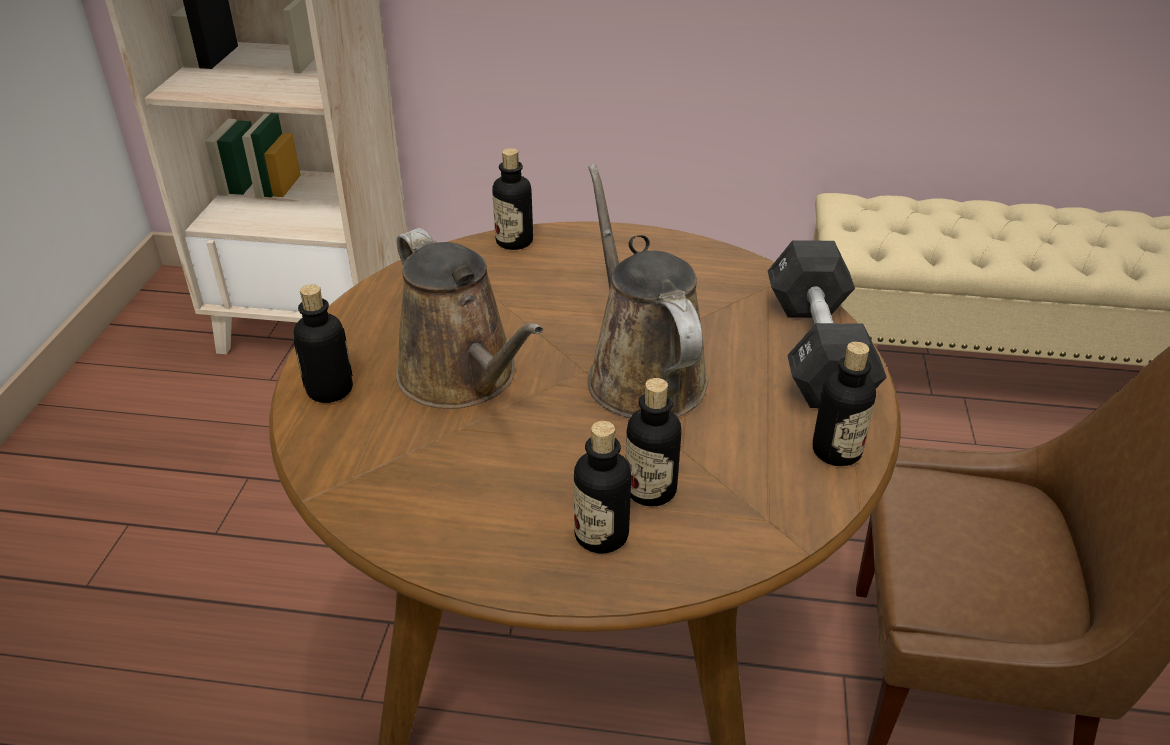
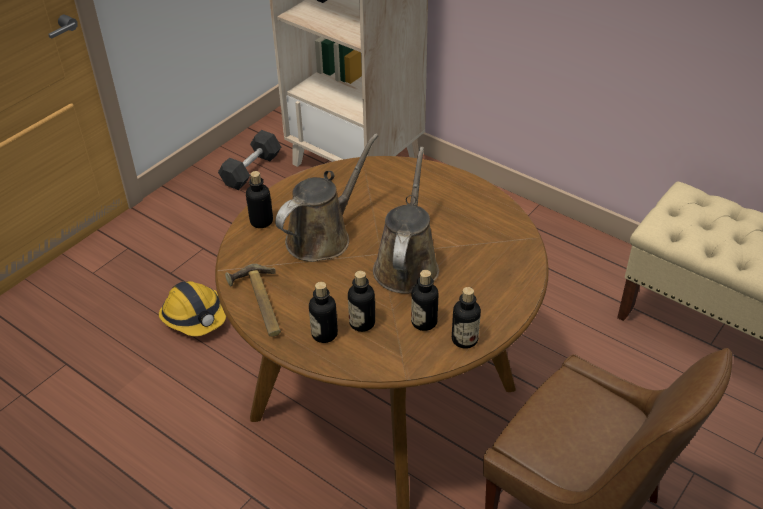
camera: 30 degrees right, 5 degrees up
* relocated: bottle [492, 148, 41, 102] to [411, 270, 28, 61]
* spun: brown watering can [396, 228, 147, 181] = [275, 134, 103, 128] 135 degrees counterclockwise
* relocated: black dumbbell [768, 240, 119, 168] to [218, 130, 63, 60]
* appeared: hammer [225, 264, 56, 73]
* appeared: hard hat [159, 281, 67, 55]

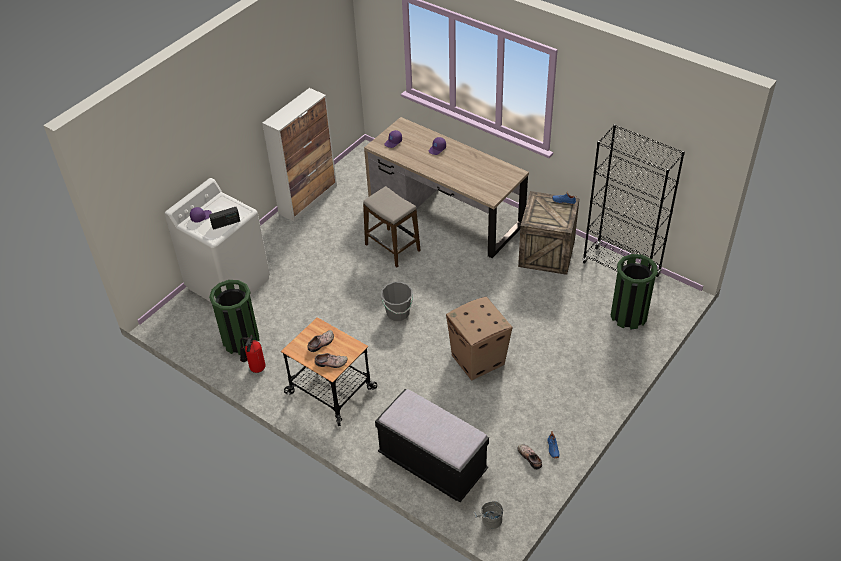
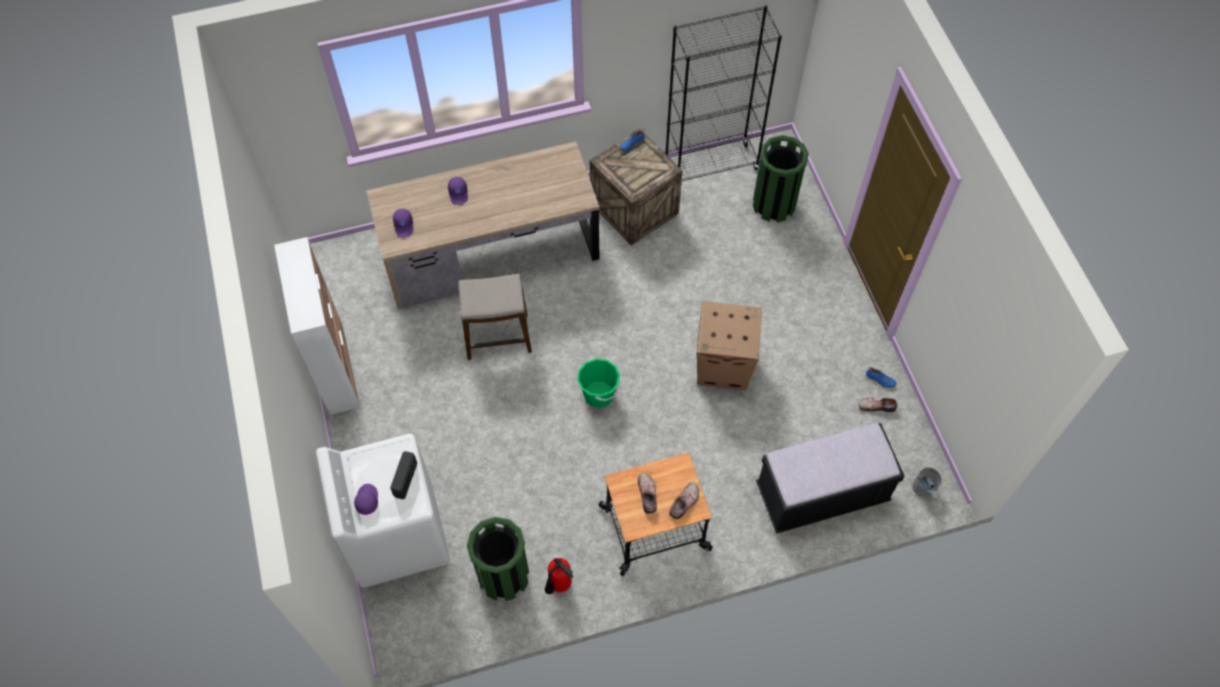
camera: 55 degrees left, 15 degrees up
* colour: grey bucket [381, 282, 33, 39] to green bucket [577, 358, 43, 50]

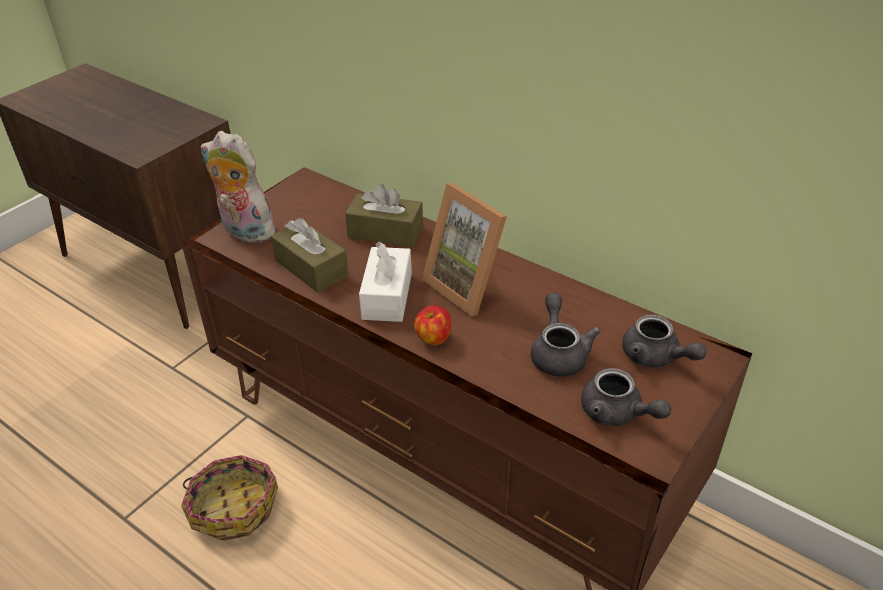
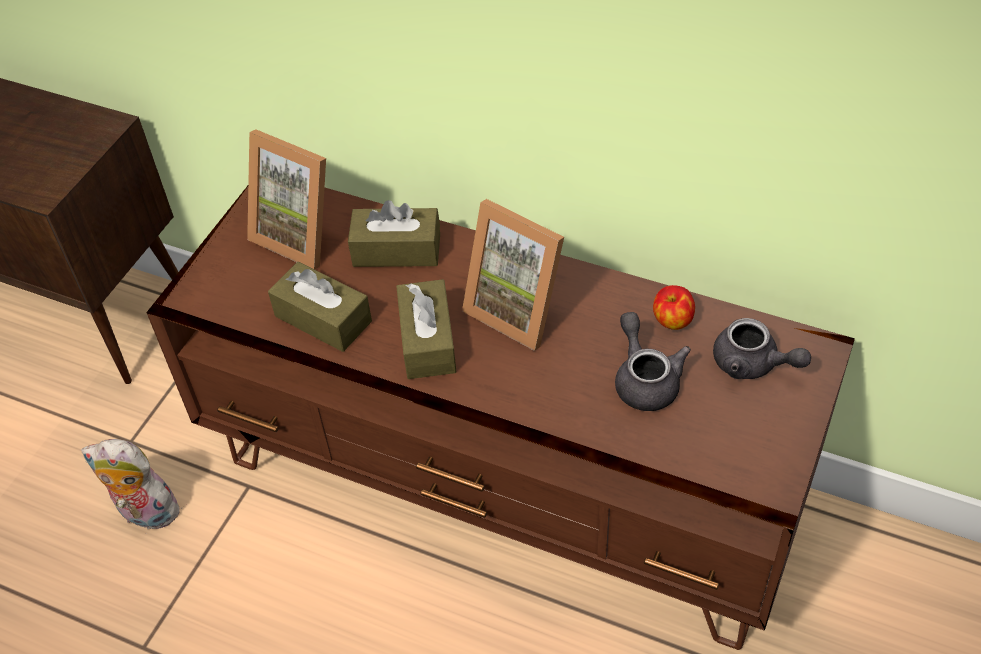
camera: 10 degrees left, 10 degrees up
* relocated: plush toy [201, 131, 74, 112] to [81, 439, 102, 91]
* colour: white tissue box [359, 242, 53, 80] to brown tissue box [396, 279, 60, 100]
* relocated: apple [414, 306, 38, 39] to [653, 285, 42, 45]
* missing: grey teapot [581, 368, 90, 58]
* missing: basket [181, 455, 97, 86]
* appeared: picture frame [247, 129, 79, 140]

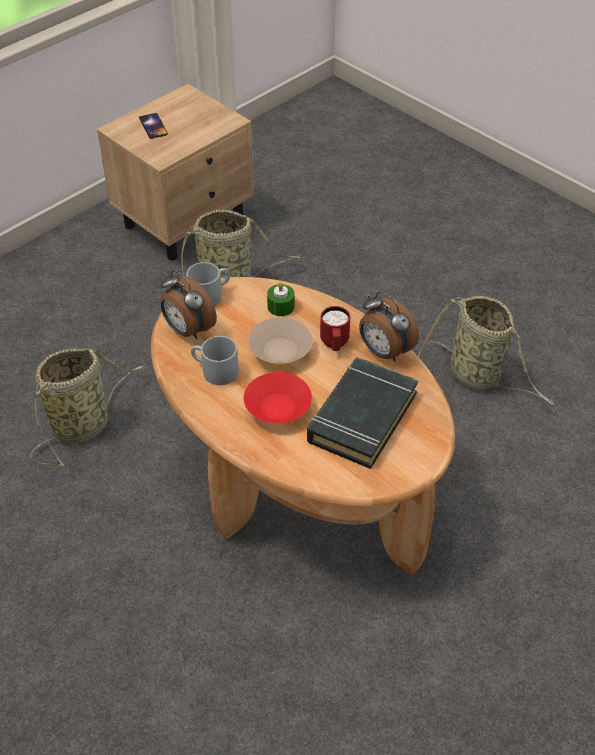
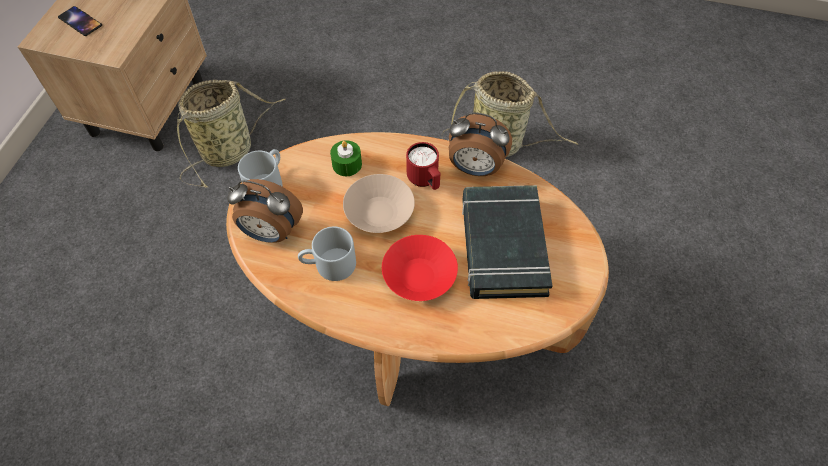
camera: 30 degrees left, 10 degrees up
* missing: basket [30, 348, 114, 118]

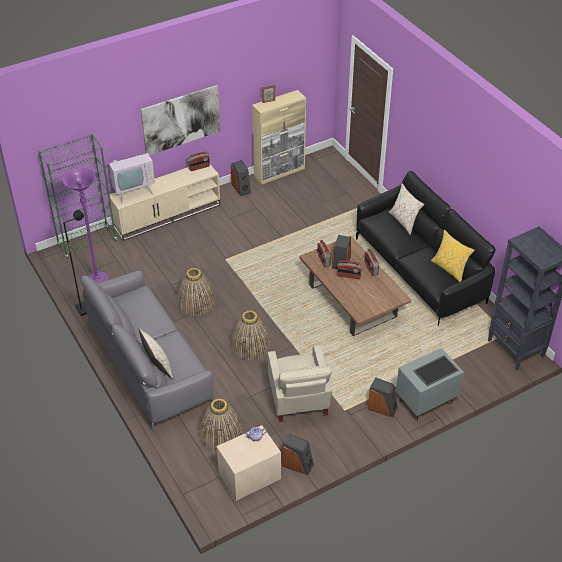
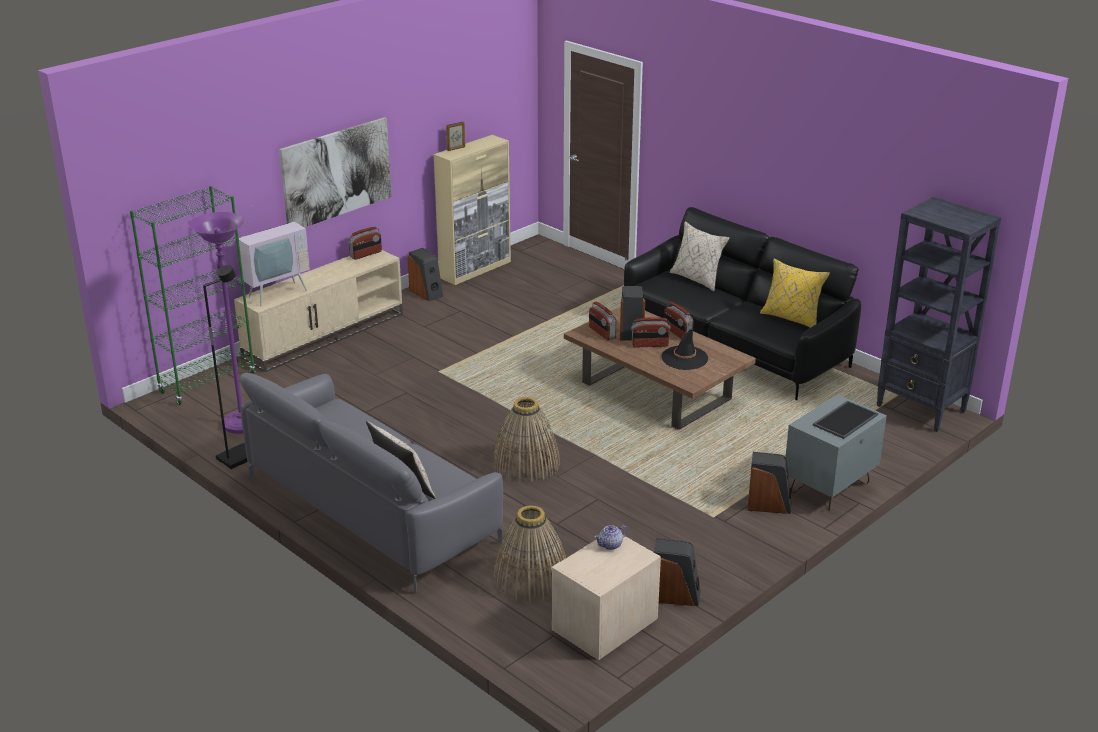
camera: 15 degrees left, 15 degrees down
* missing: basket [177, 268, 39, 49]
* missing: beige armchair [268, 345, 64, 77]
* appeared: black hat [661, 329, 47, 41]

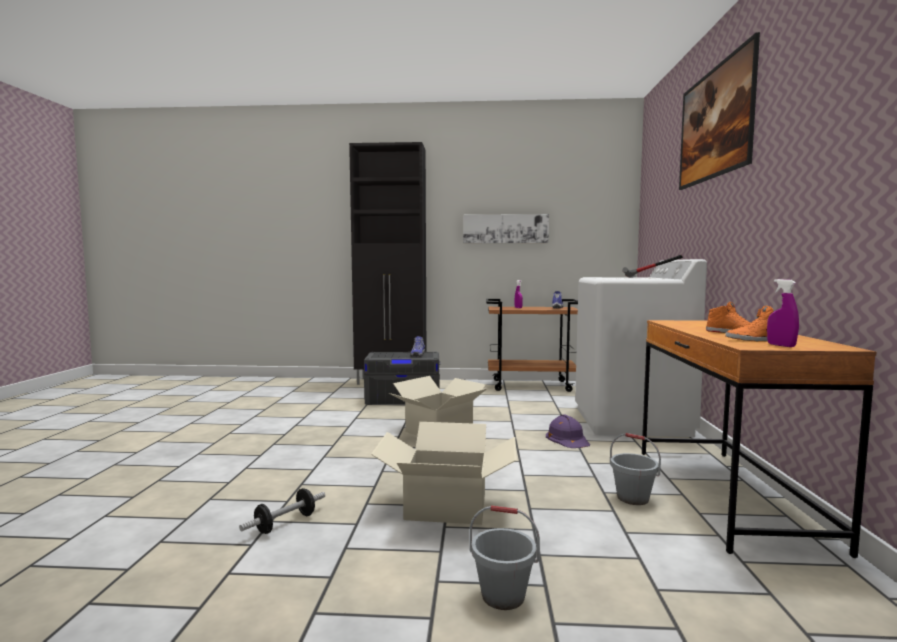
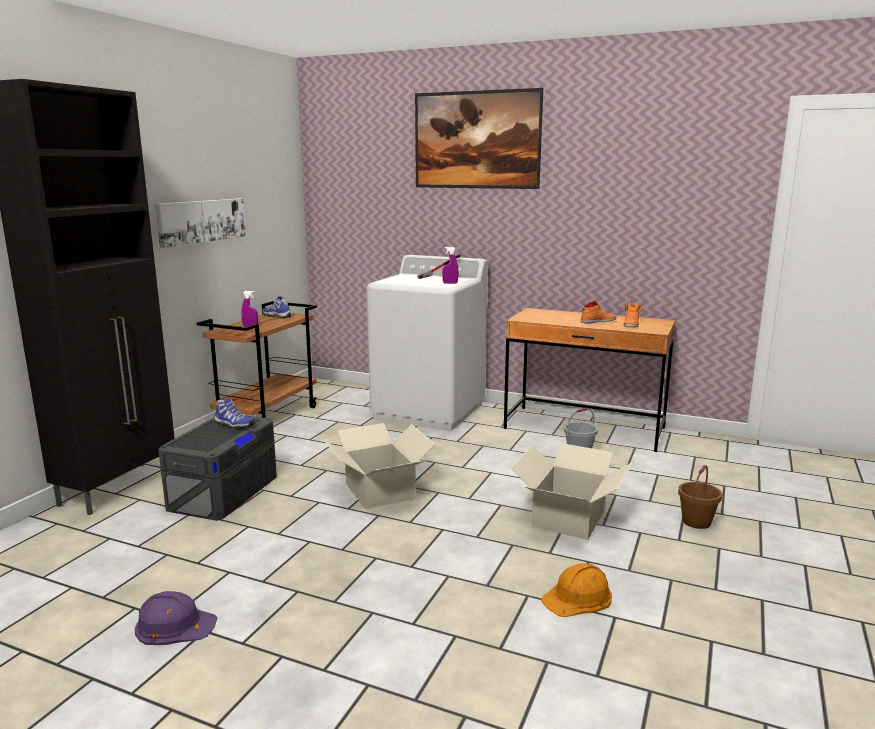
camera: 70 degrees left, 10 degrees up
* relocated: purple spray bottle [767, 279, 32, 68] to [442, 247, 17, 37]
* relocated: purple hard hat [546, 415, 44, 33] to [135, 591, 83, 54]
* exchanged: dumbbell [239, 488, 86, 46] to orange hard hat [541, 563, 71, 54]
* colour: grey bucket [469, 505, 71, 105] to brown bucket [678, 465, 44, 64]

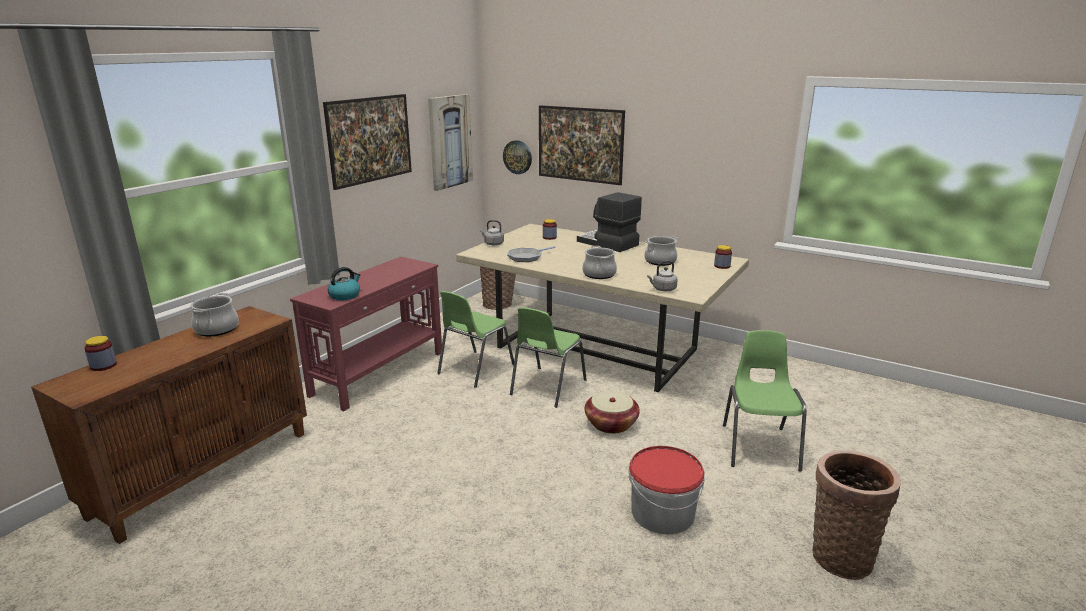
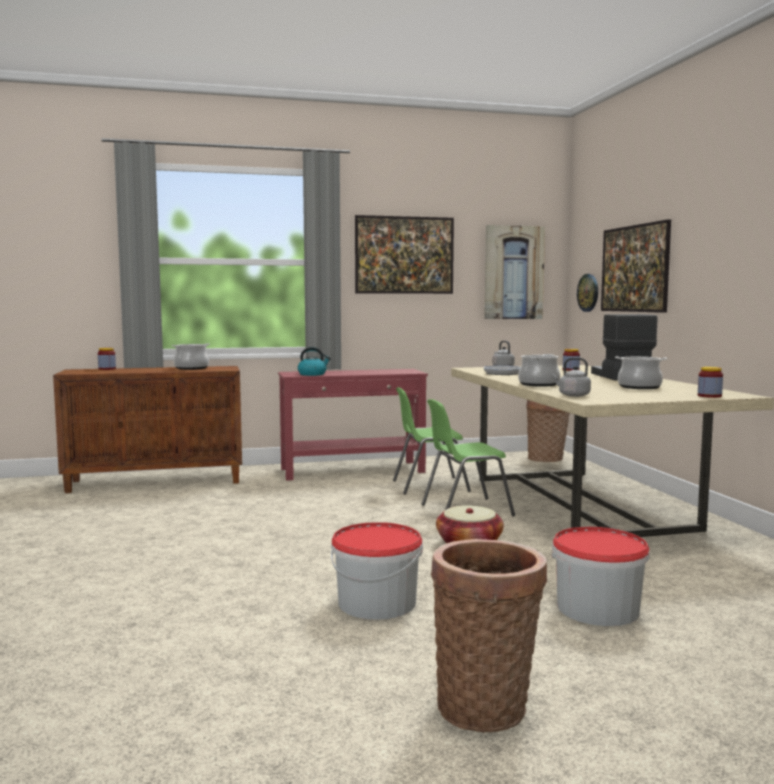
camera: 45 degrees right, 15 degrees down
* exchanged: green chair [723, 330, 84, 142] to bucket [551, 527, 99, 99]

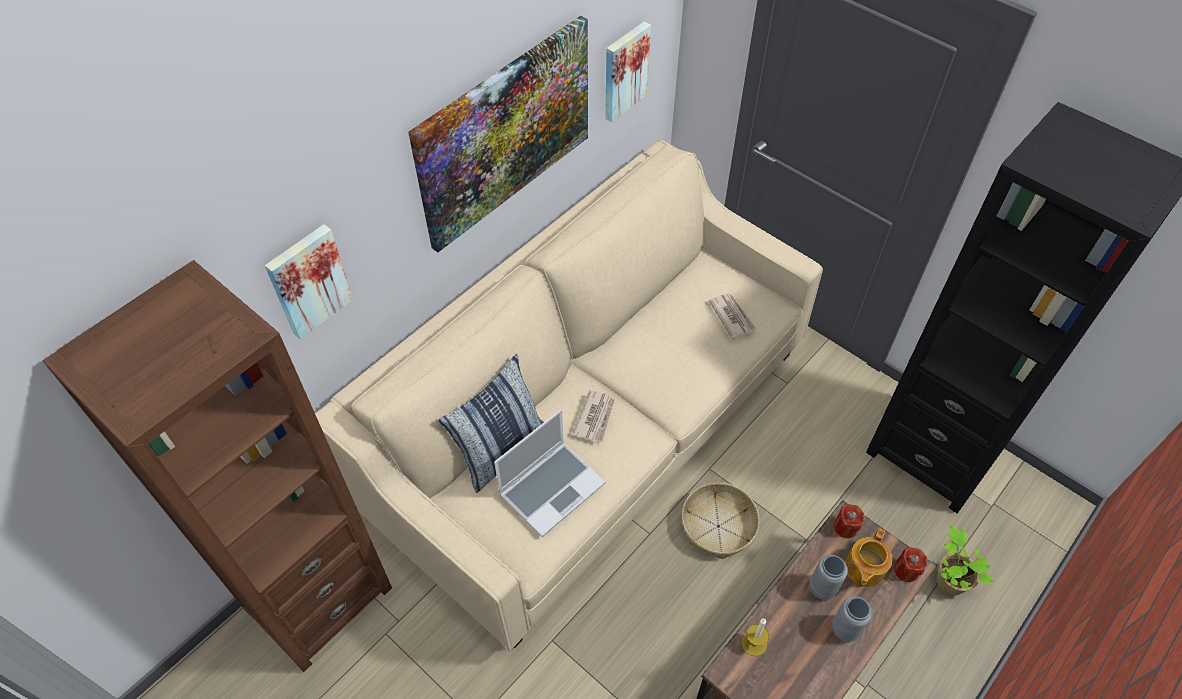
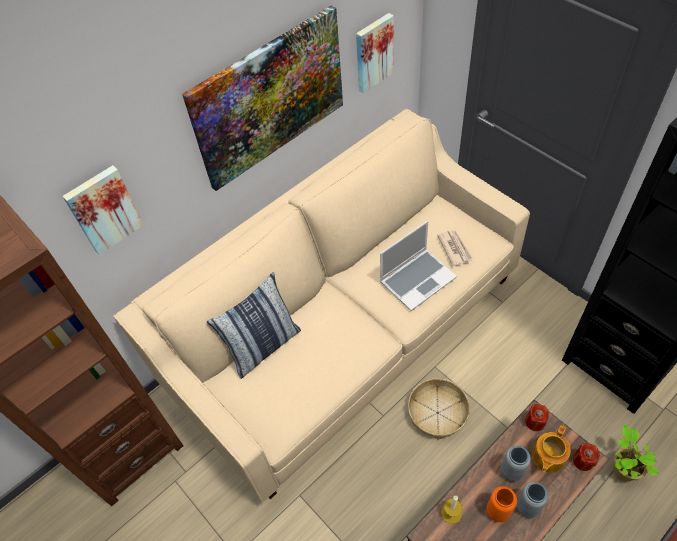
camera: 10 degrees right, 0 degrees up
* missing: newspaper [571, 390, 45, 53]
* relocated: laptop [494, 409, 111, 128] to [380, 221, 77, 90]
* appeared: orange vase [487, 486, 30, 36]

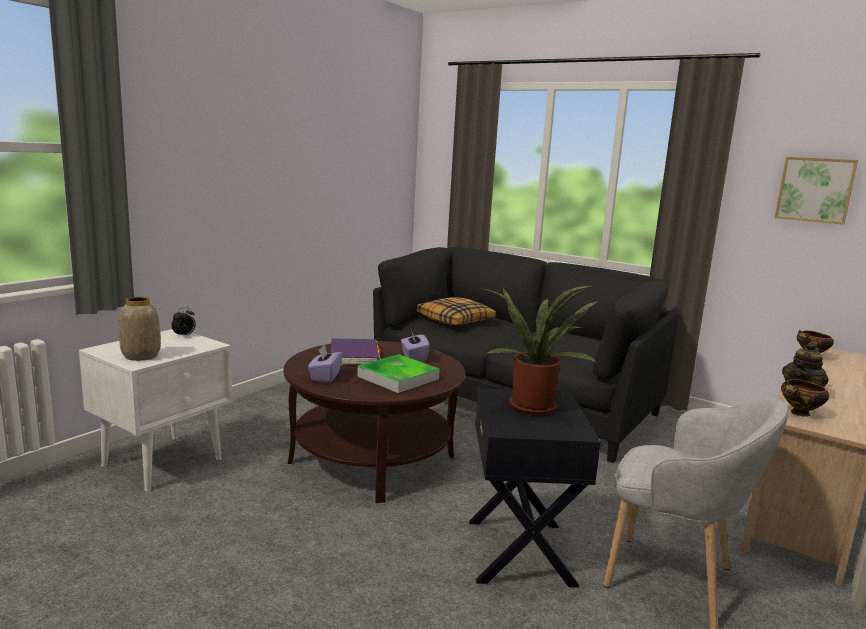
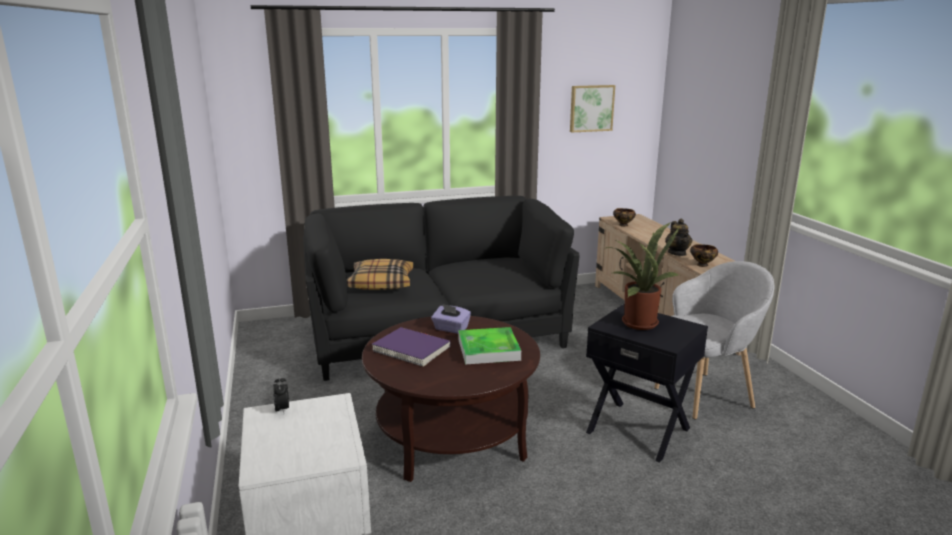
camera: 50 degrees left, 5 degrees up
* missing: vase [119, 297, 42, 64]
* missing: purple tissue box [308, 345, 34, 38]

